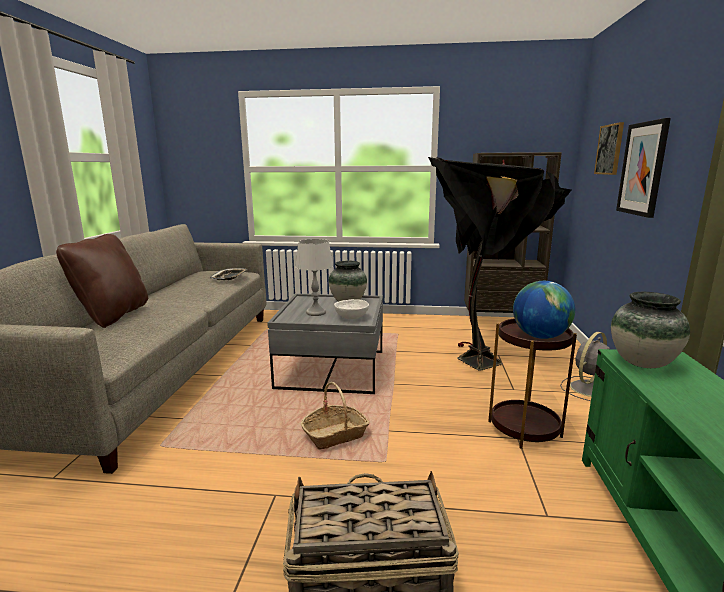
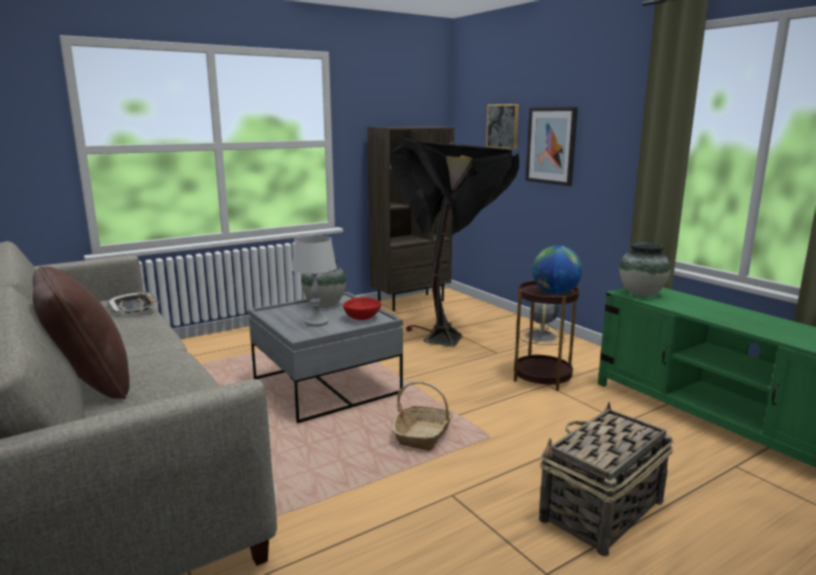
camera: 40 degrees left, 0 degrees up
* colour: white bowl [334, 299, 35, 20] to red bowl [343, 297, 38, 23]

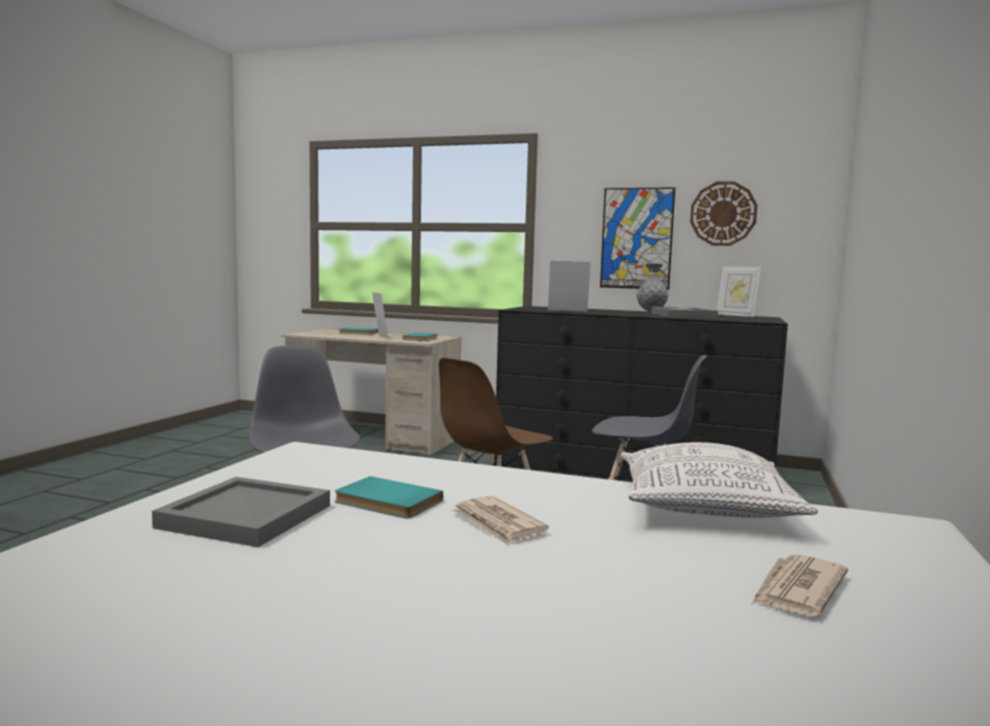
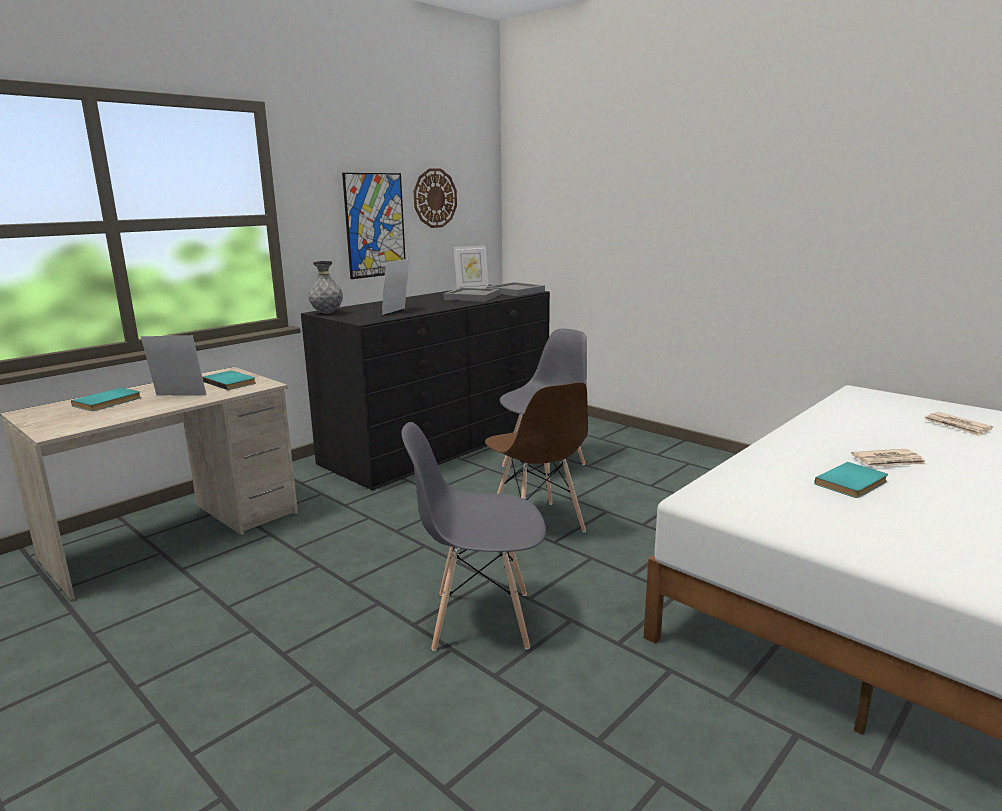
camera: 65 degrees left, 10 degrees up
* relocated: grey vase [636, 264, 32, 48] to [308, 261, 35, 53]
* missing: pillow [621, 442, 197, 76]
* relocated: grey tray [152, 477, 178, 70] to [486, 282, 59, 14]

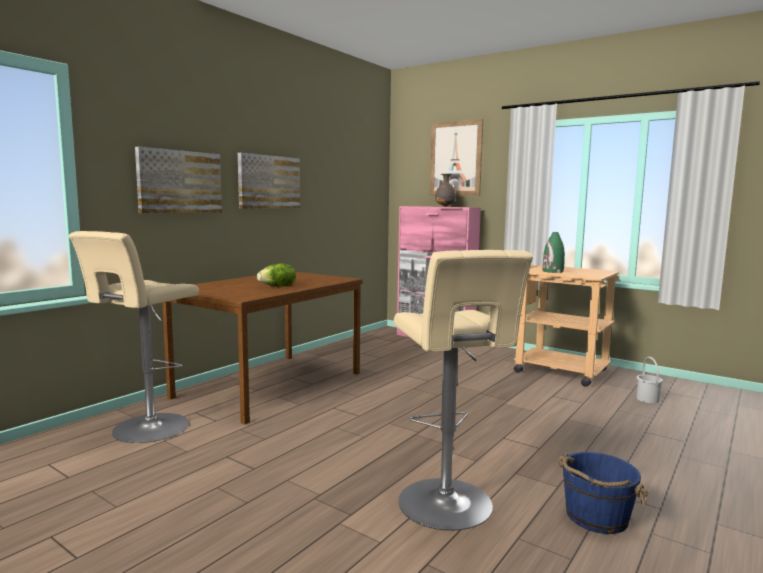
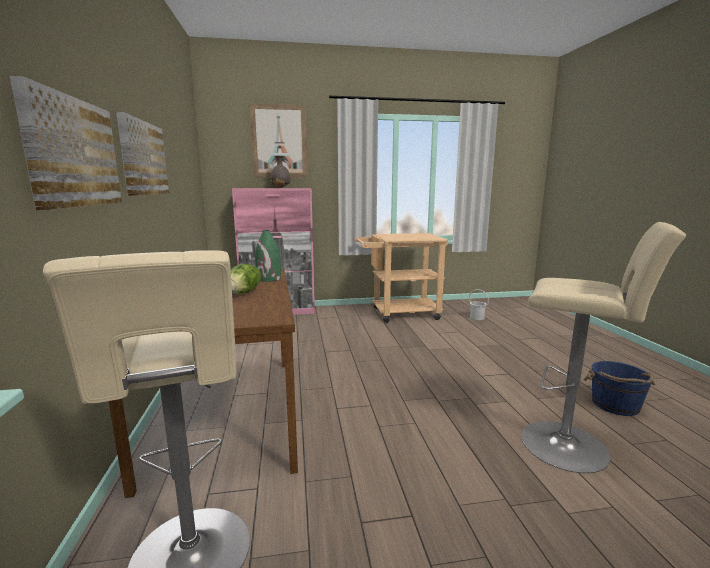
camera: 45 degrees left, 5 degrees up
* relocated: green vase [542, 232, 23, 41] to [255, 230, 26, 52]

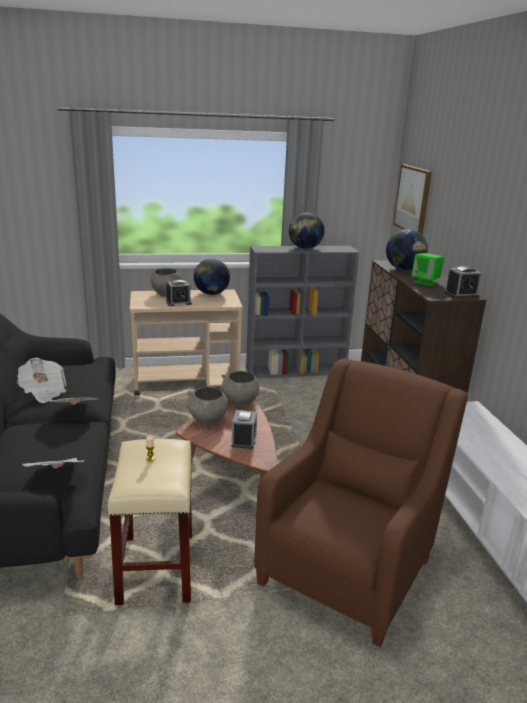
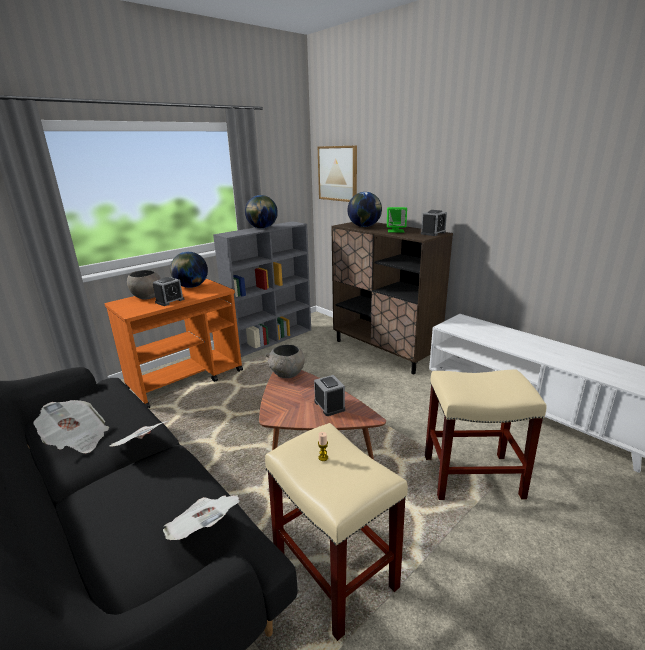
camera: 30 degrees left, 0 degrees up
* colour: beige cart [130, 290, 113, 106] to orange cart [104, 279, 139, 129]
* exchanged: brown armchair [254, 359, 214, 288] to beige stool [425, 369, 121, 131]
* missing: grey bowl [186, 387, 42, 37]

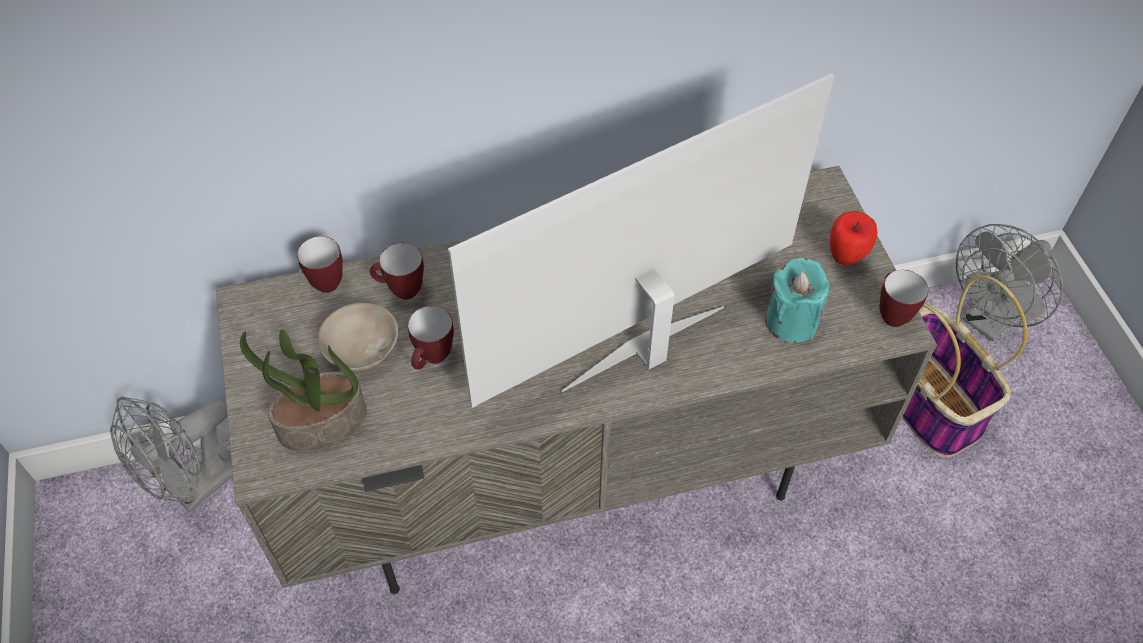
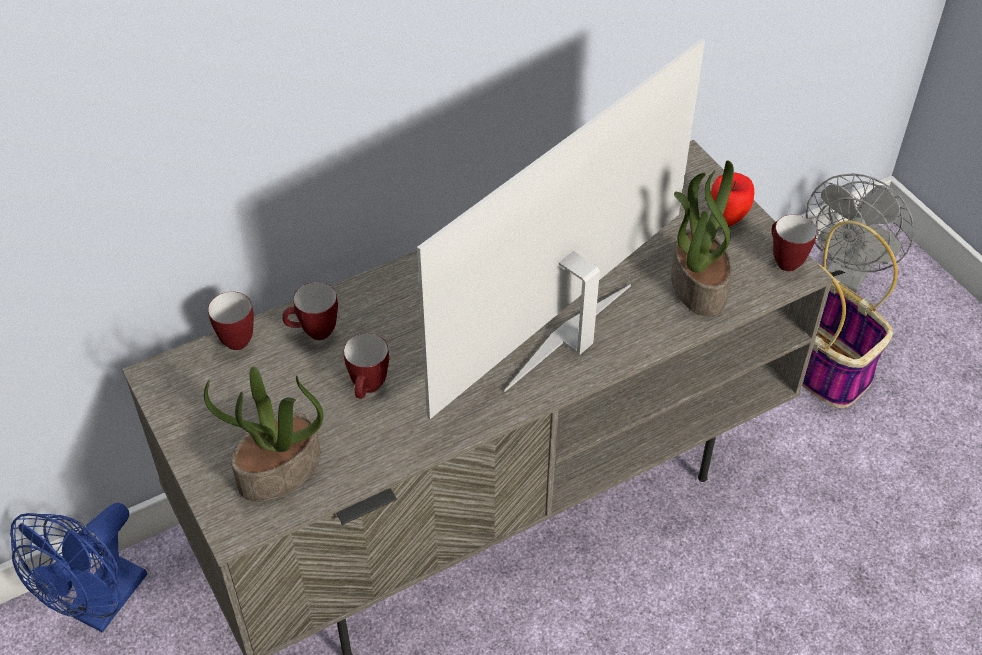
camera: 15 degrees left, 5 degrees down
* exchanged: turquoise candle [765, 257, 64, 86] to potted plant [671, 160, 63, 156]
* missing: beige bowl [318, 303, 80, 68]
* colour: grey fan [110, 397, 123, 115] to blue fan [10, 503, 137, 130]

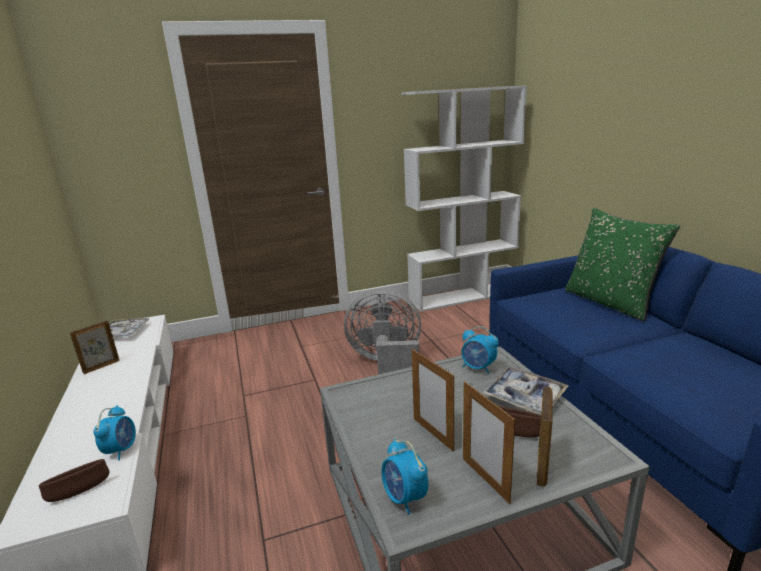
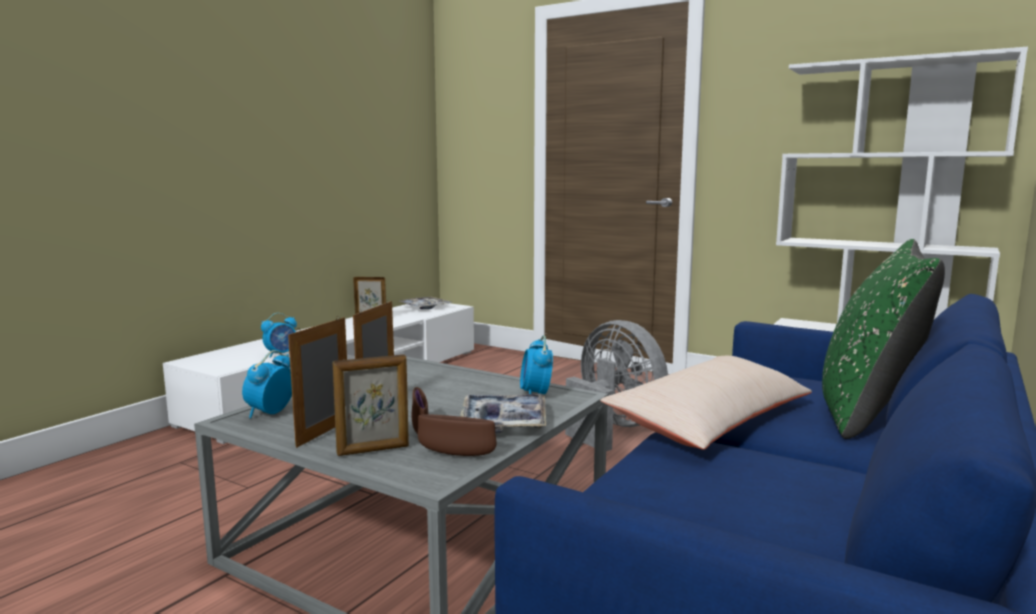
camera: 50 degrees right, 10 degrees down
* relocated: brown bowl [39, 459, 71, 43] to [418, 414, 78, 42]
* appeared: beige pillow [600, 356, 212, 94]

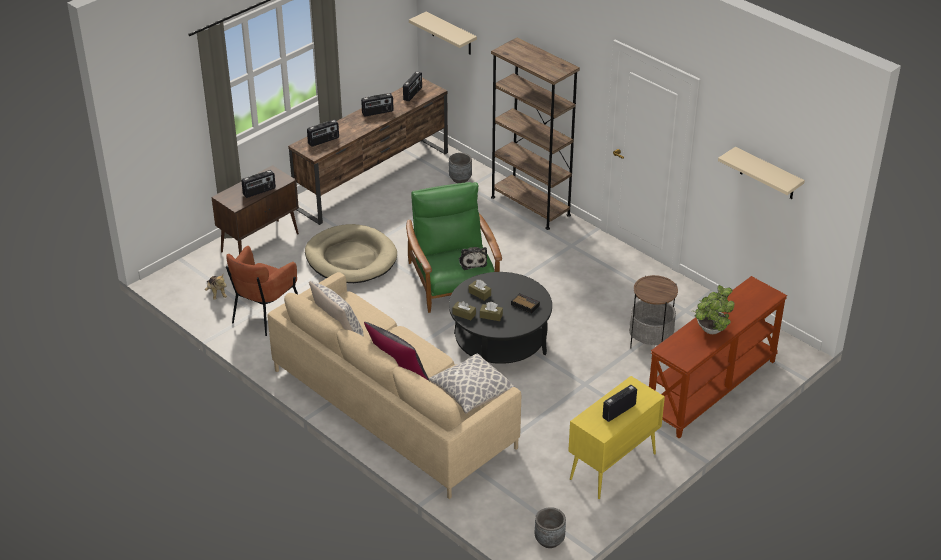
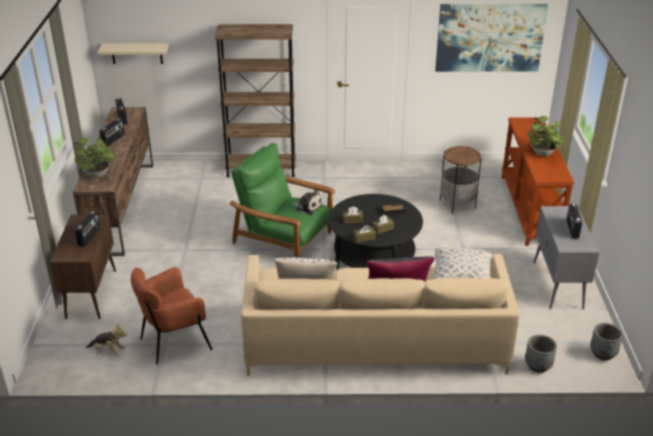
camera: 45 degrees left, 5 degrees down
* exchanged: radio [307, 120, 32, 27] to potted plant [74, 138, 44, 40]
* exchanged: beige shelf [718, 147, 87, 52] to picture [435, 4, 113, 68]
* relocated: grey planter [449, 153, 23, 30] to [525, 335, 32, 38]
* missing: beige dog bed [305, 224, 92, 59]
* spun: brown armchair [226, 246, 72, 90] = [131, 267, 81, 97] 75 degrees clockwise
* colour: yellow cabinet [568, 376, 97, 123] to grey cabinet [533, 206, 66, 103]

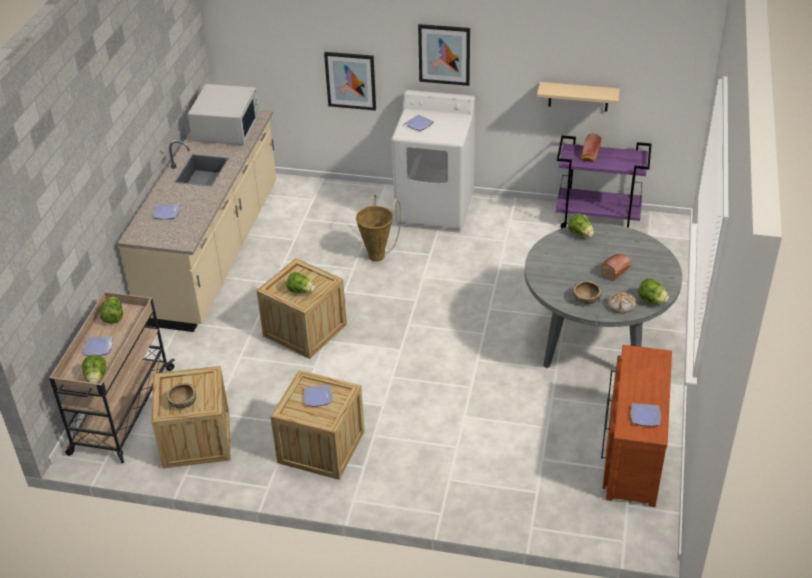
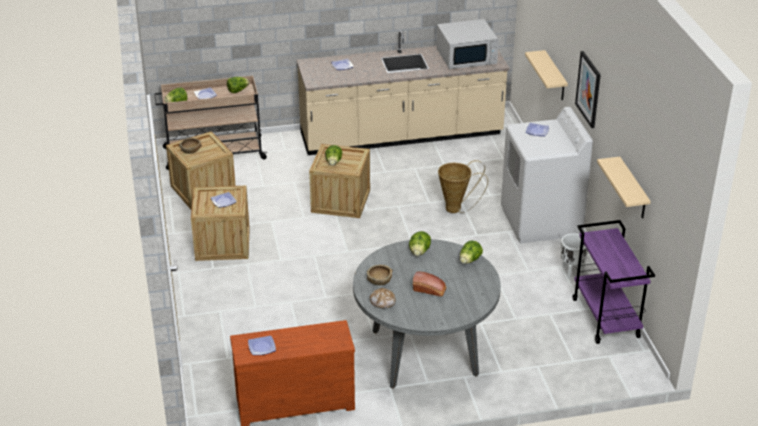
camera: 65 degrees right, 5 degrees down
* exchanged: picture [324, 52, 52, 59] to beige shelf [525, 50, 43, 51]
* missing: bread [581, 133, 21, 29]
* relocated: lettuce [638, 278, 31, 27] to [409, 231, 22, 25]
* appeared: white planter [561, 233, 27, 46]

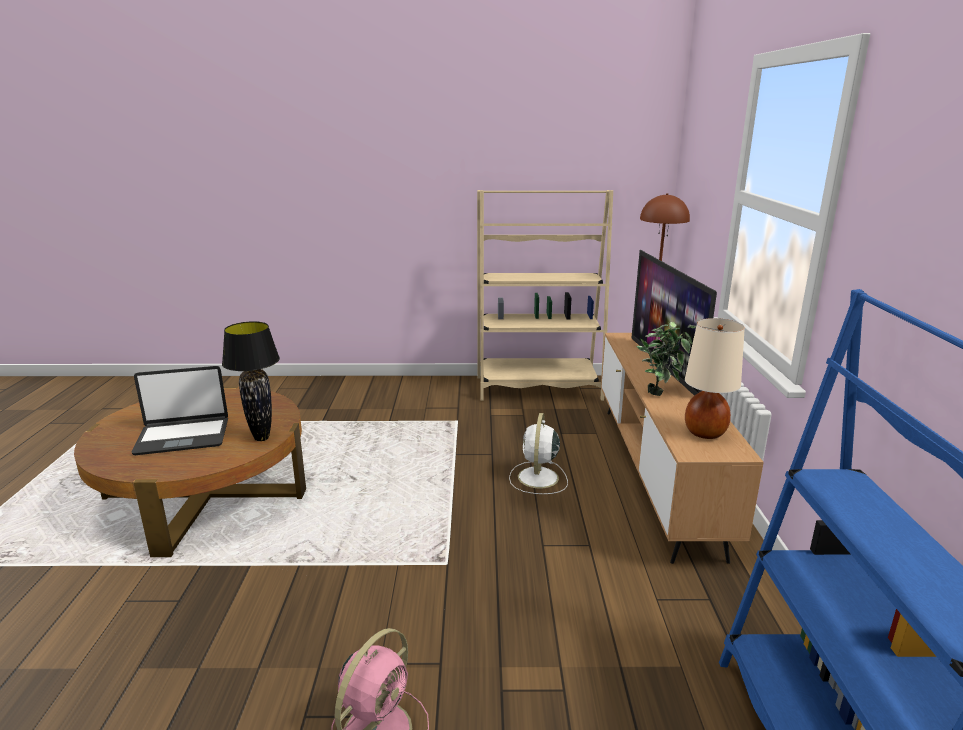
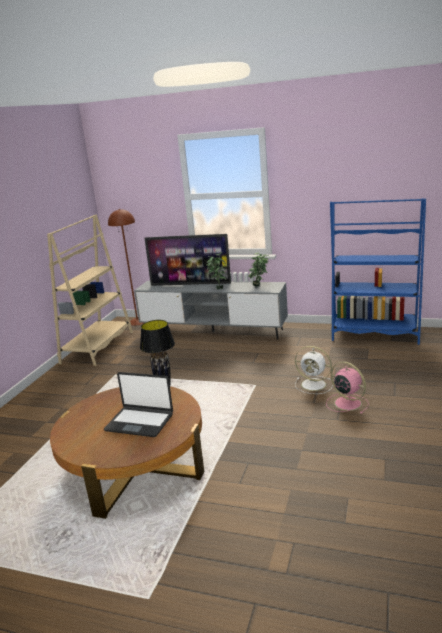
camera: 70 degrees left, 0 degrees up
* exchanged: beige table lamp [685, 318, 60, 121] to potted plant [248, 253, 21, 34]
* colour: brown tv stand [601, 333, 163, 231] to grey tv stand [134, 281, 154, 59]
* spun: laptop [131, 366, 97, 89] = [104, 372, 69, 65] 105 degrees clockwise
* relocated: white fan [509, 413, 59, 81] to [295, 346, 38, 48]

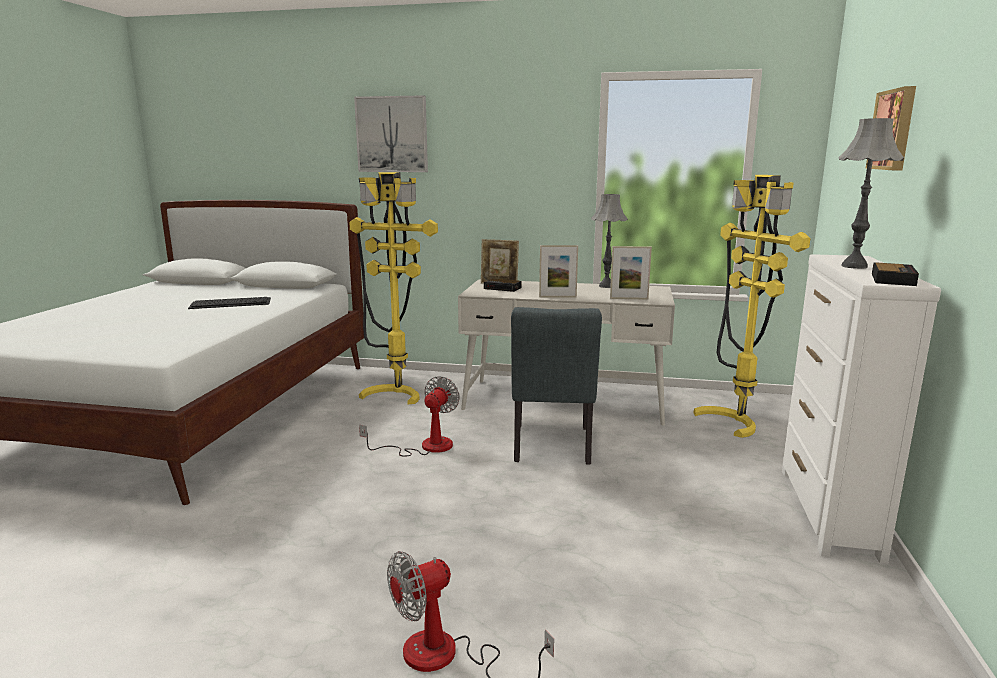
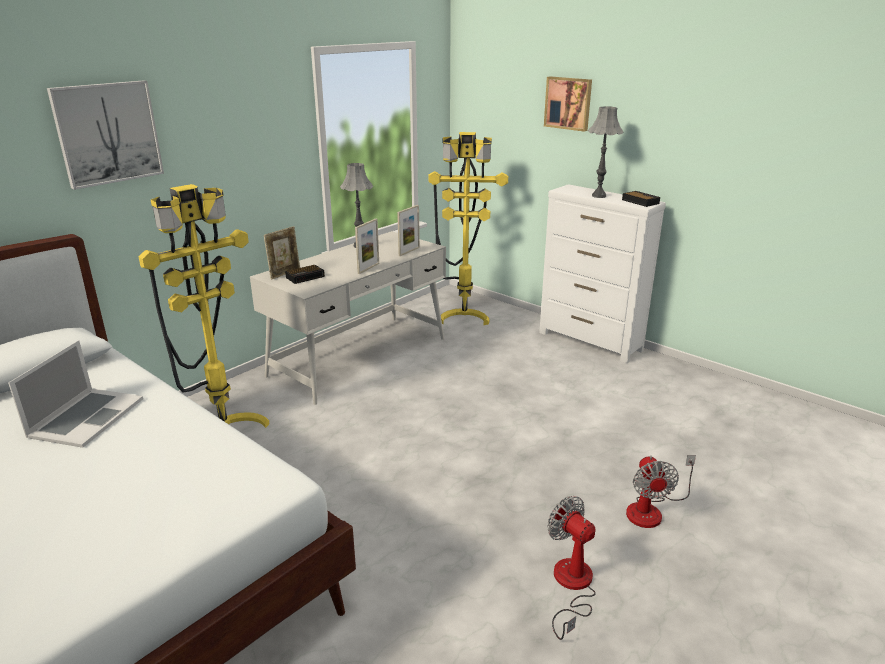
camera: 60 degrees left, 10 degrees up
* exchanged: keyboard [188, 297, 83, 12] to laptop [8, 340, 135, 108]
* missing: grey chair [511, 307, 91, 158]
* relocated: fan [359, 376, 101, 81] to [547, 496, 49, 144]

